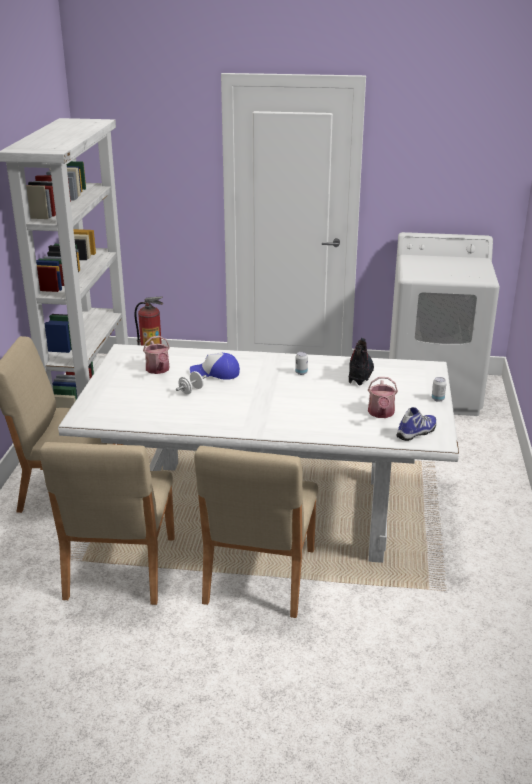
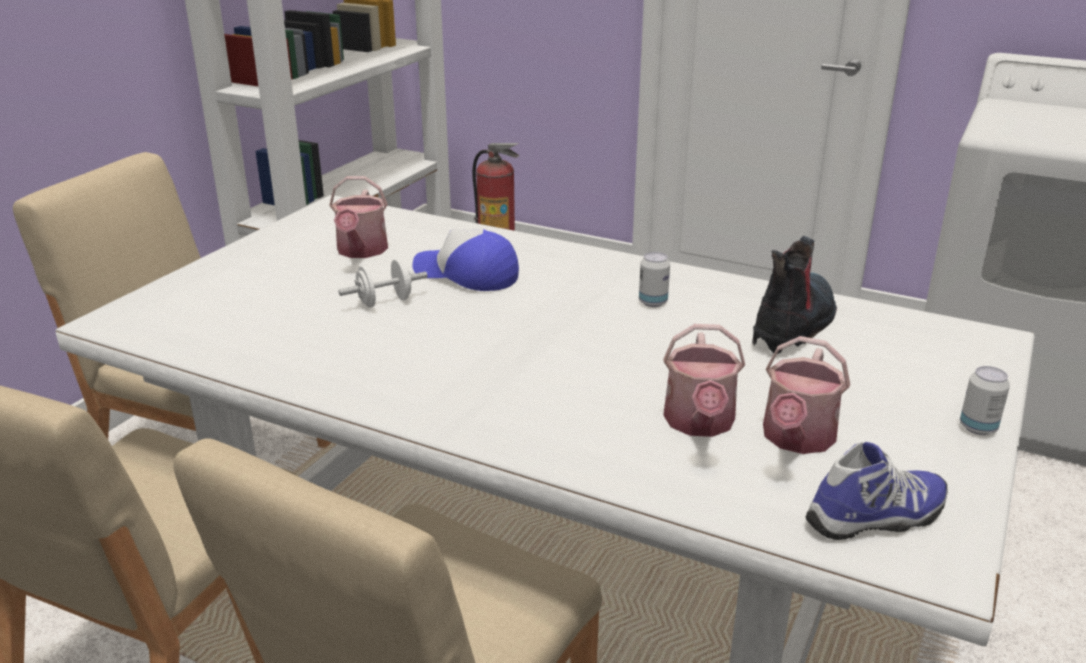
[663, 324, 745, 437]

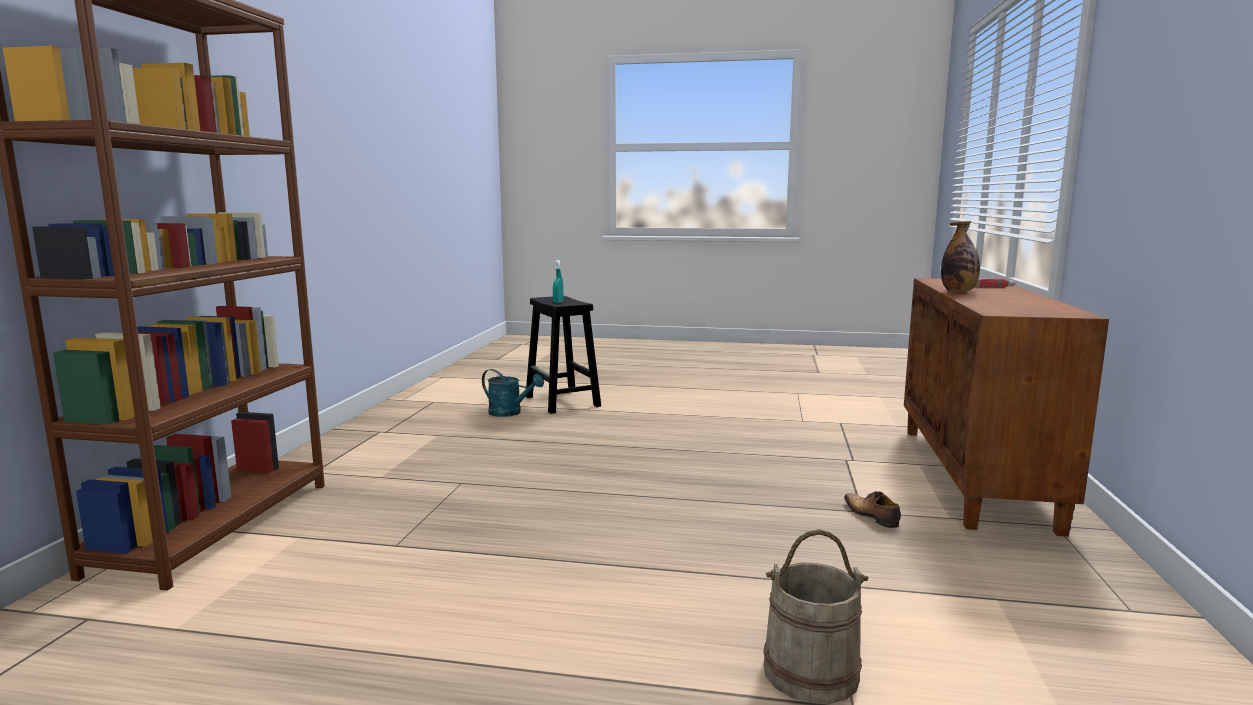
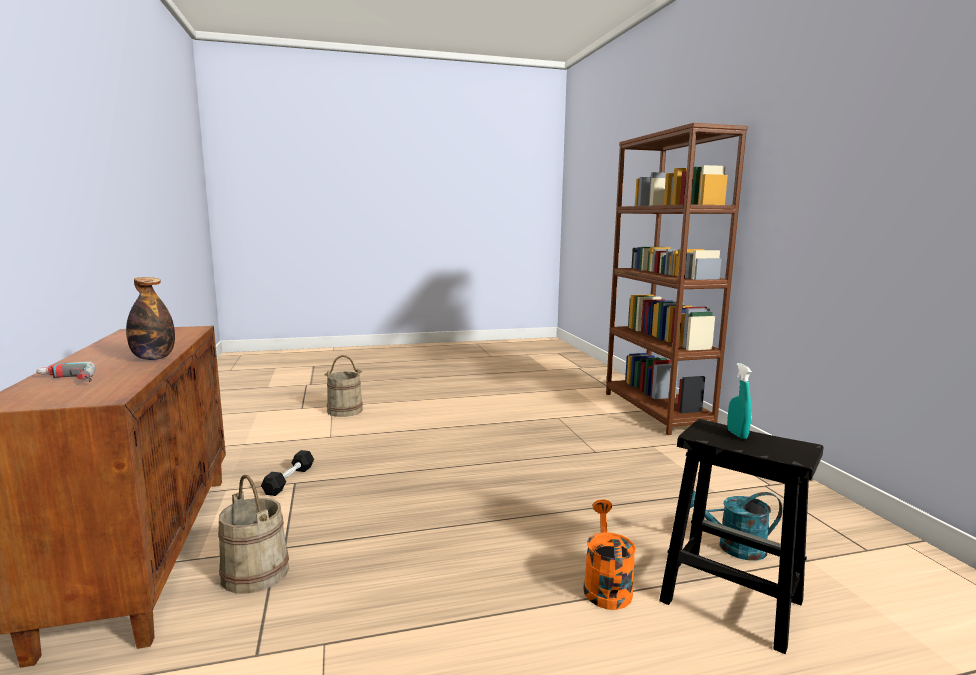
[261, 450, 314, 496]
[218, 475, 289, 594]
[584, 500, 636, 610]

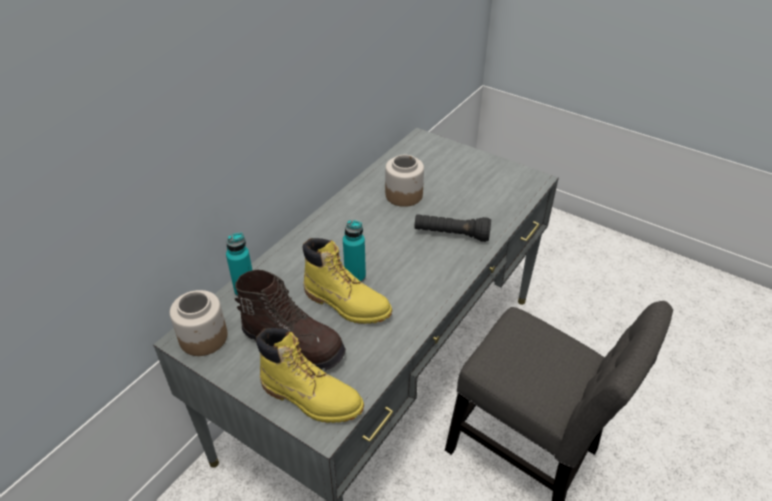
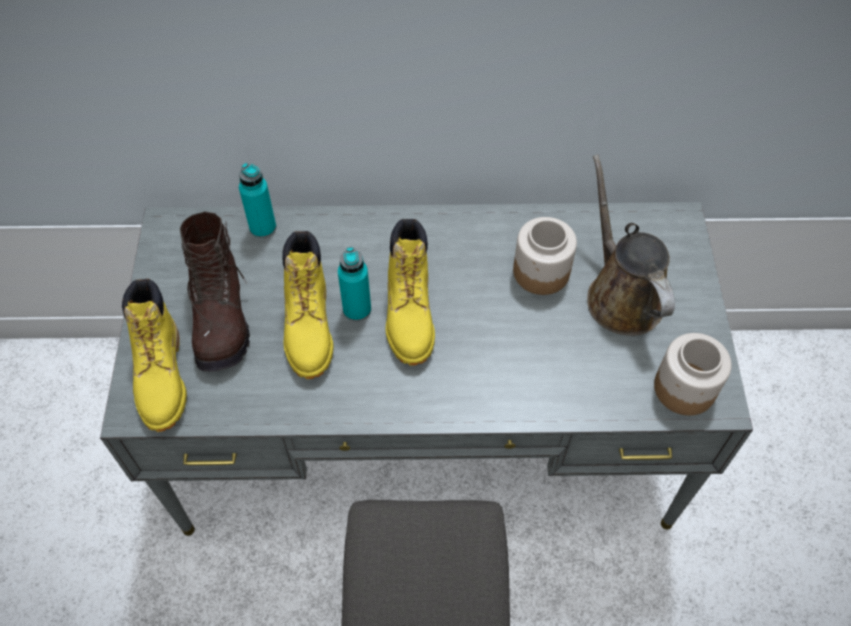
[654, 333, 732, 416]
[415, 214, 491, 242] (first image)
[386, 219, 435, 366]
[587, 154, 675, 336]

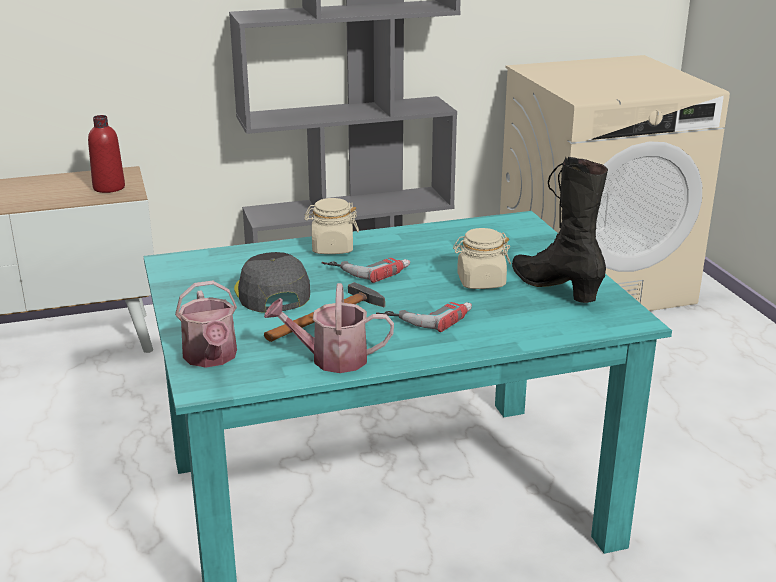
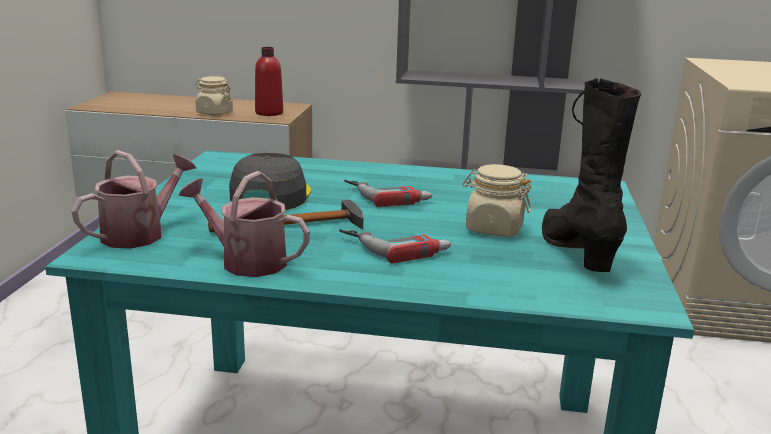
[71, 150, 196, 249]
[195, 76, 233, 115]

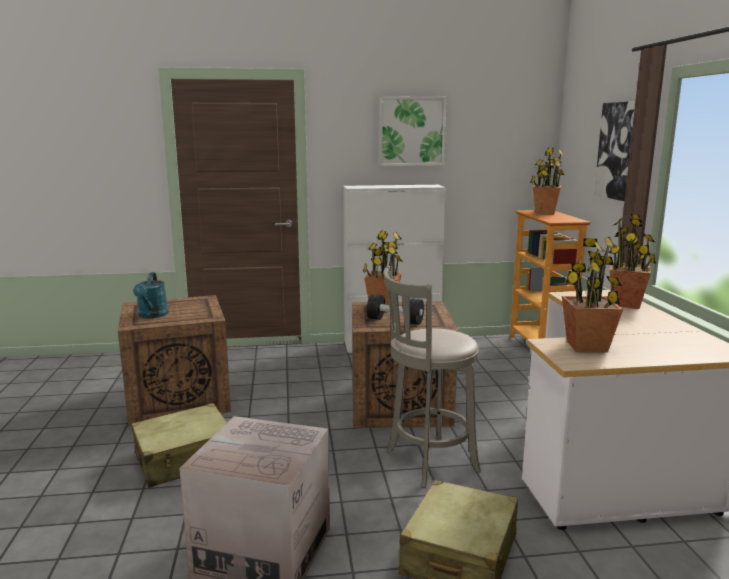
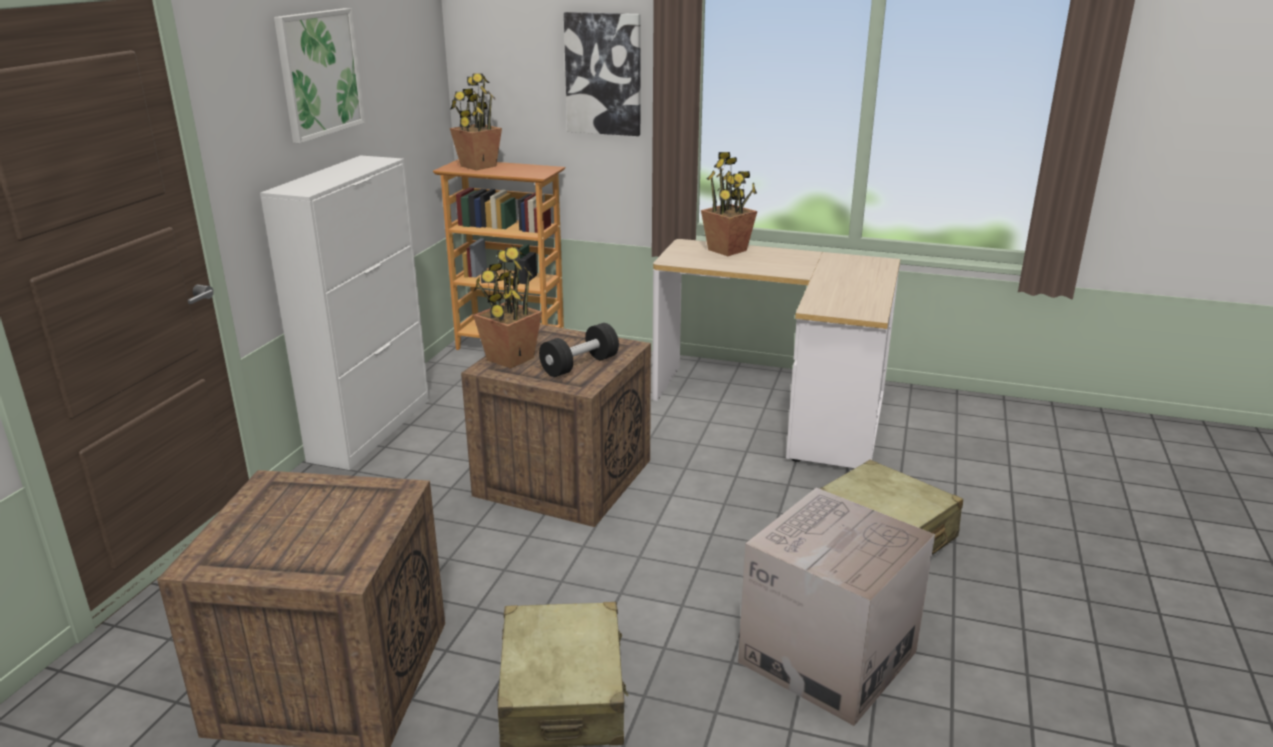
[133, 272, 169, 318] (first image)
[383, 265, 481, 488] (first image)
[562, 237, 623, 353] (first image)

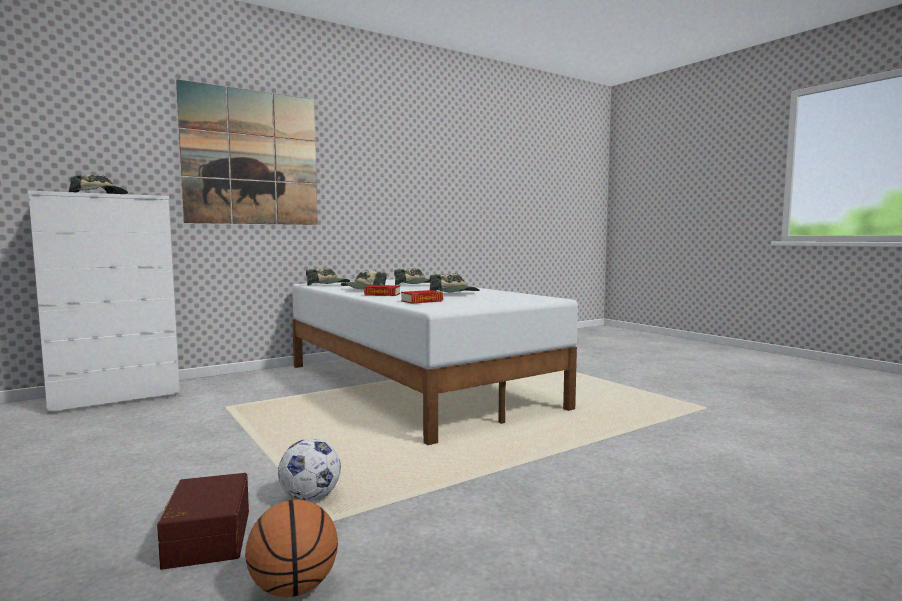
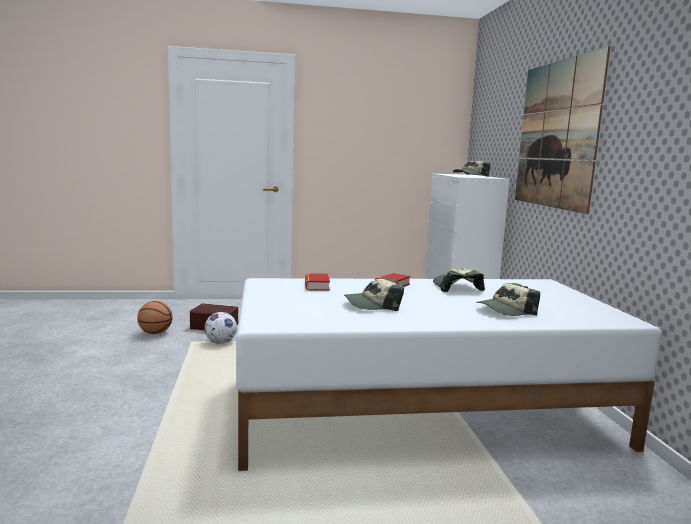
[306, 268, 350, 286] (first image)

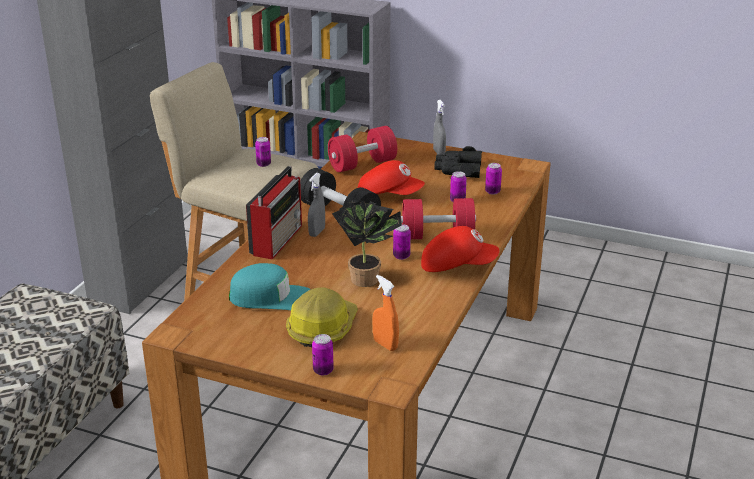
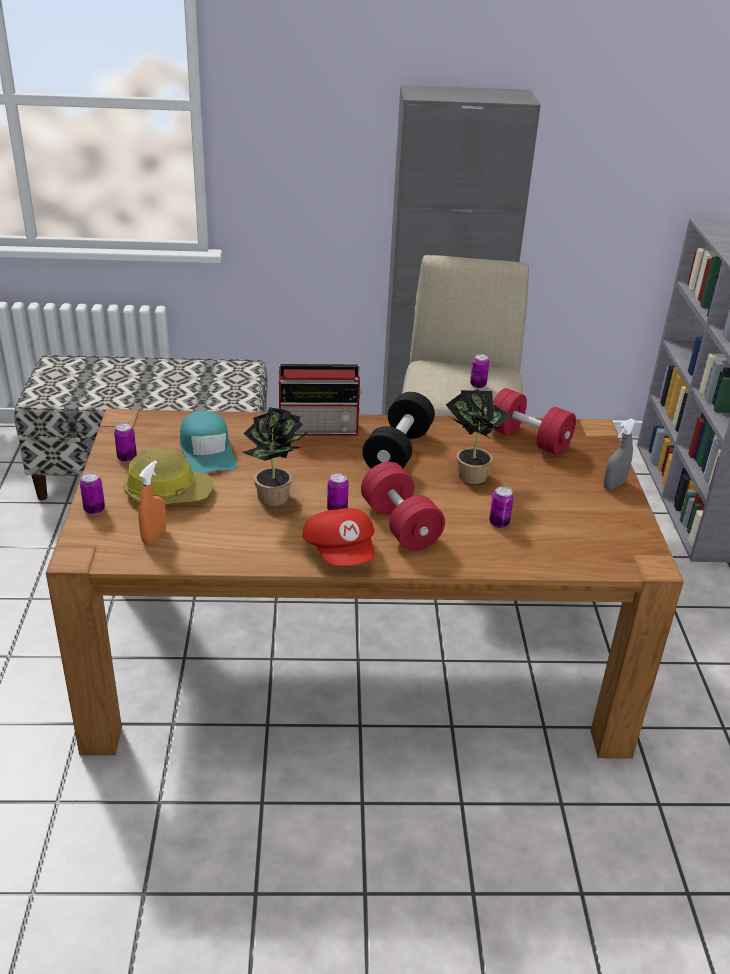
[308, 173, 325, 237] (first image)
[446, 389, 512, 484]
[434, 146, 482, 178] (first image)
[114, 423, 137, 462]

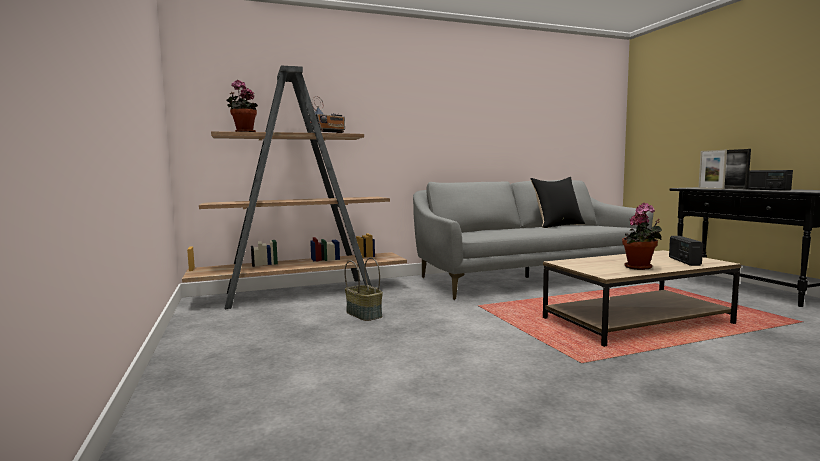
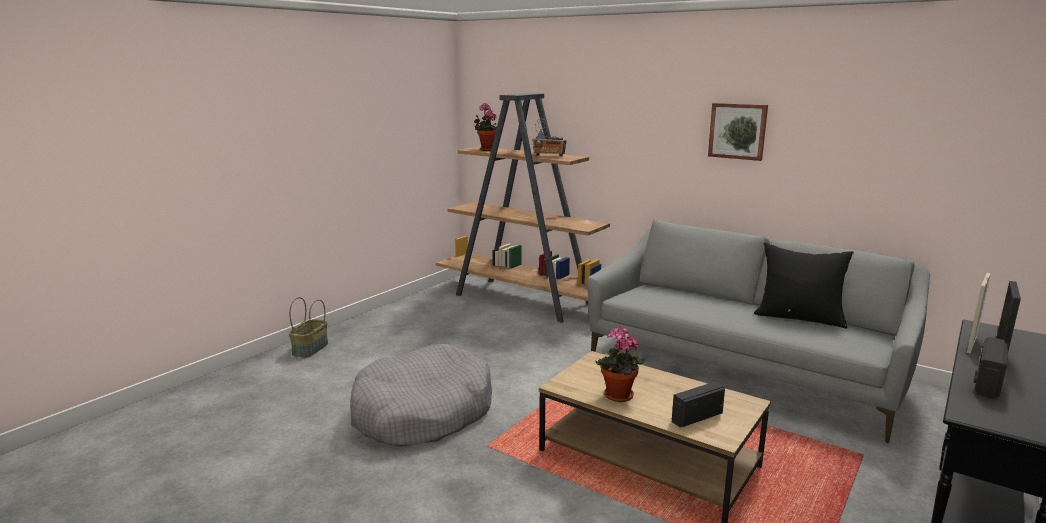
[289, 297, 328, 358]
[350, 344, 492, 447]
[708, 103, 768, 161]

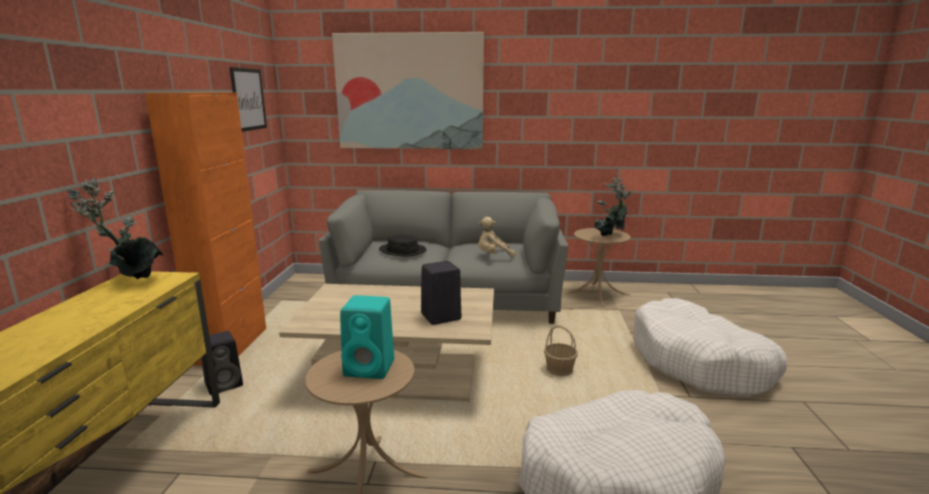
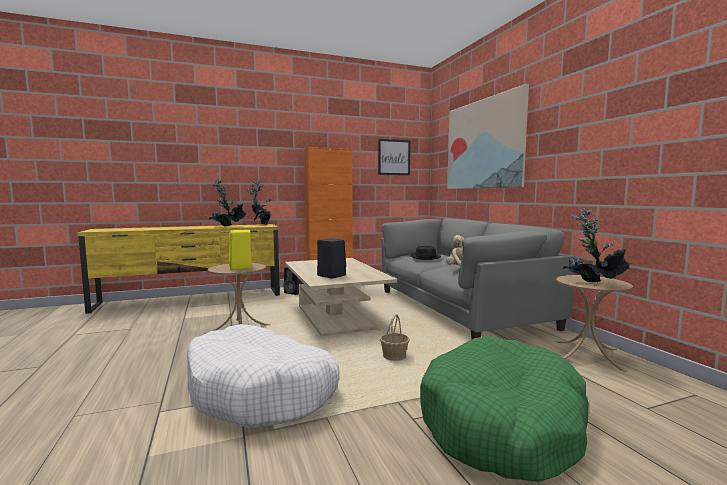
[229, 230, 252, 270]
[420, 336, 589, 482]
[209, 179, 246, 227]

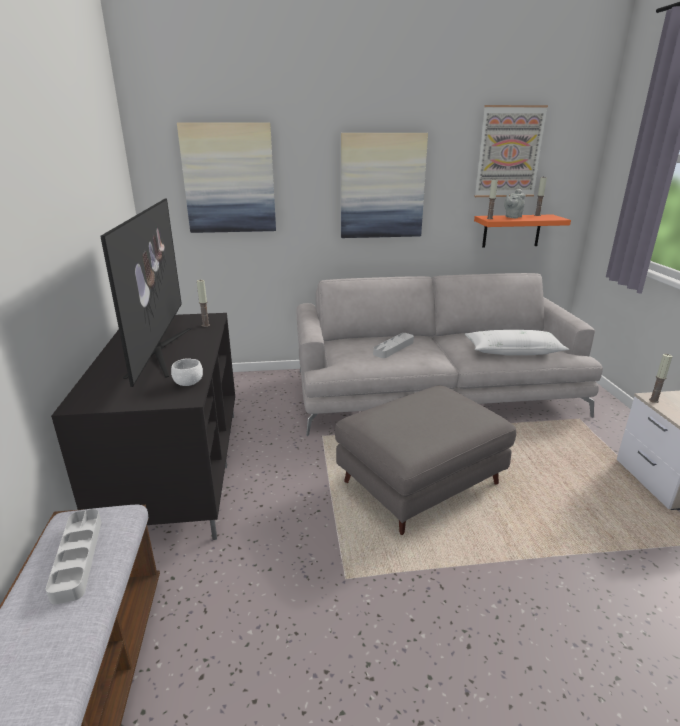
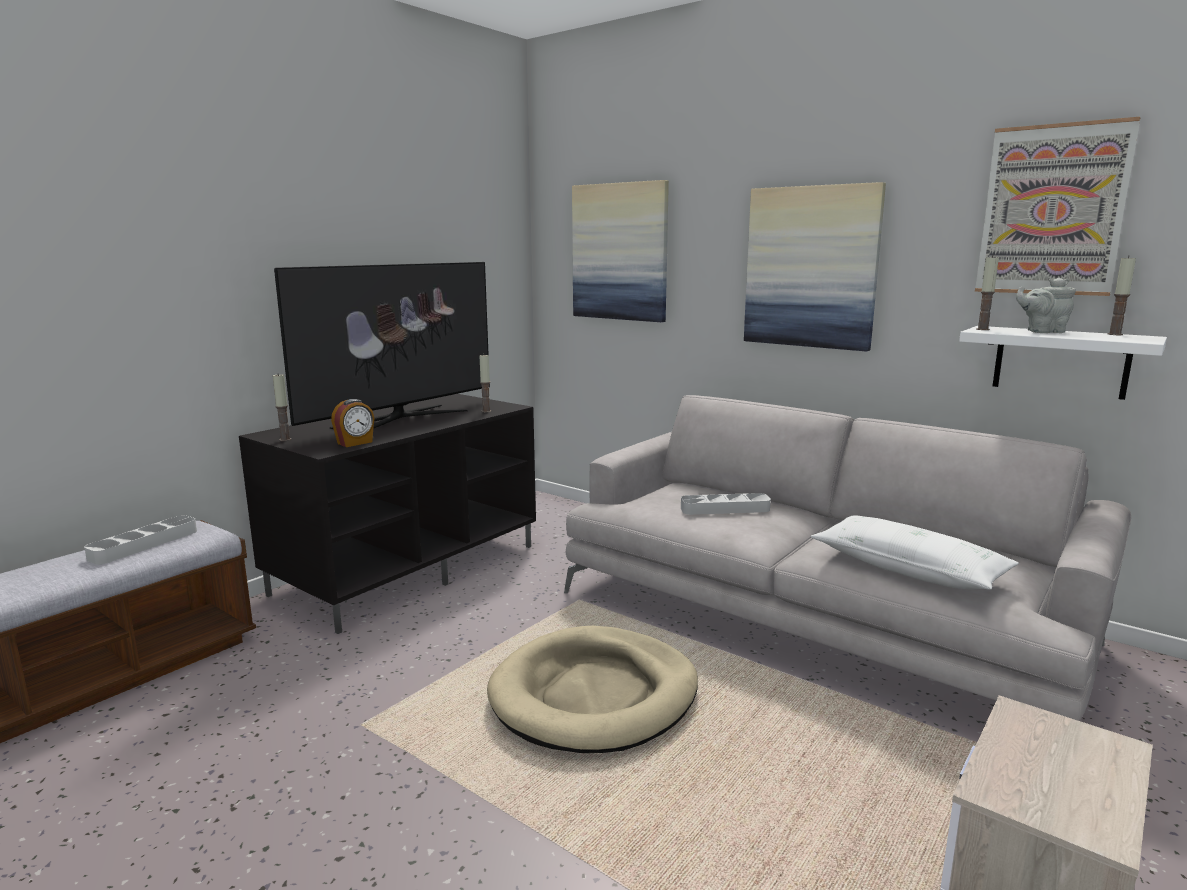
[331, 399, 374, 447]
[487, 626, 698, 753]
[959, 326, 1167, 400]
[273, 374, 292, 441]

